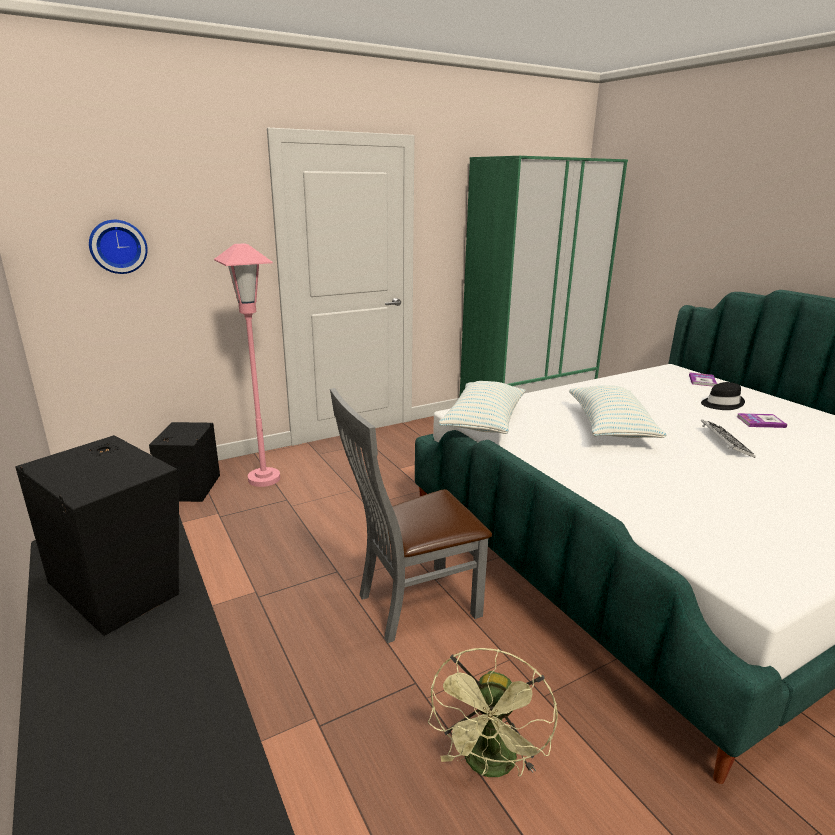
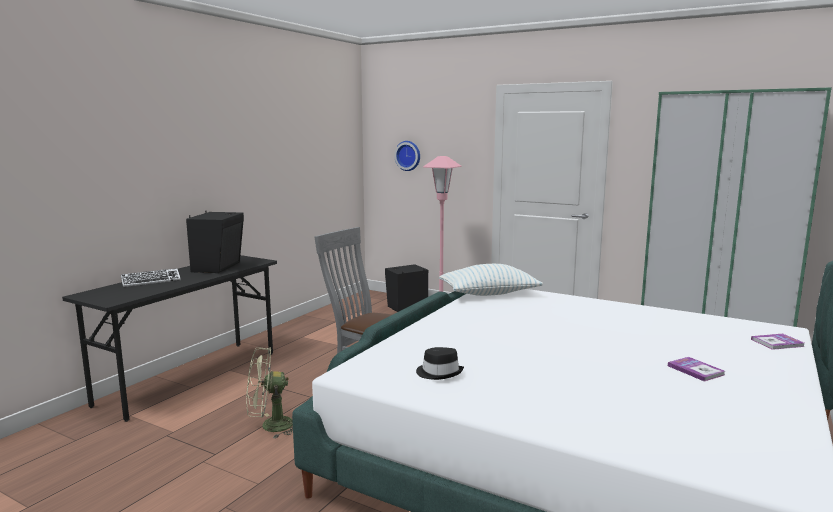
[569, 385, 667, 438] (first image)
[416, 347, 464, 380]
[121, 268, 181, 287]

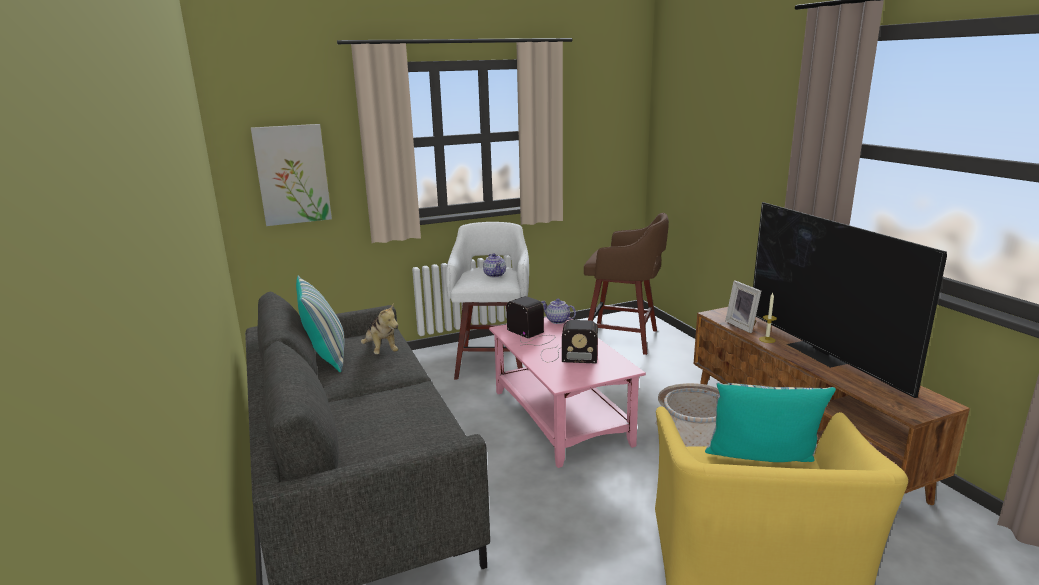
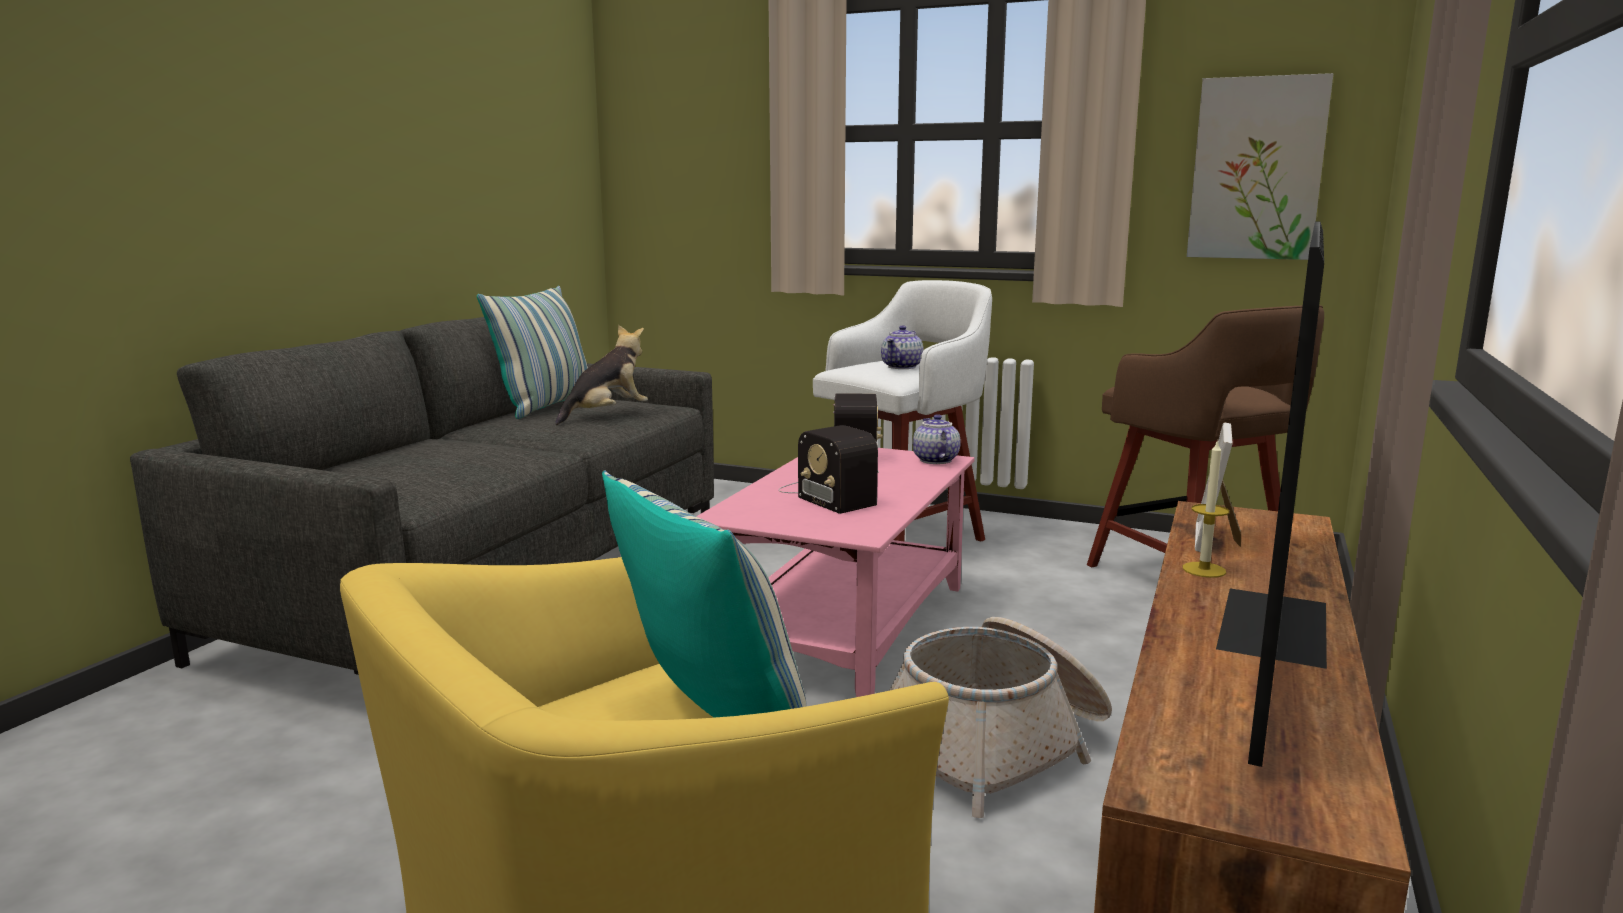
[1187, 73, 1333, 260]
[555, 325, 648, 425]

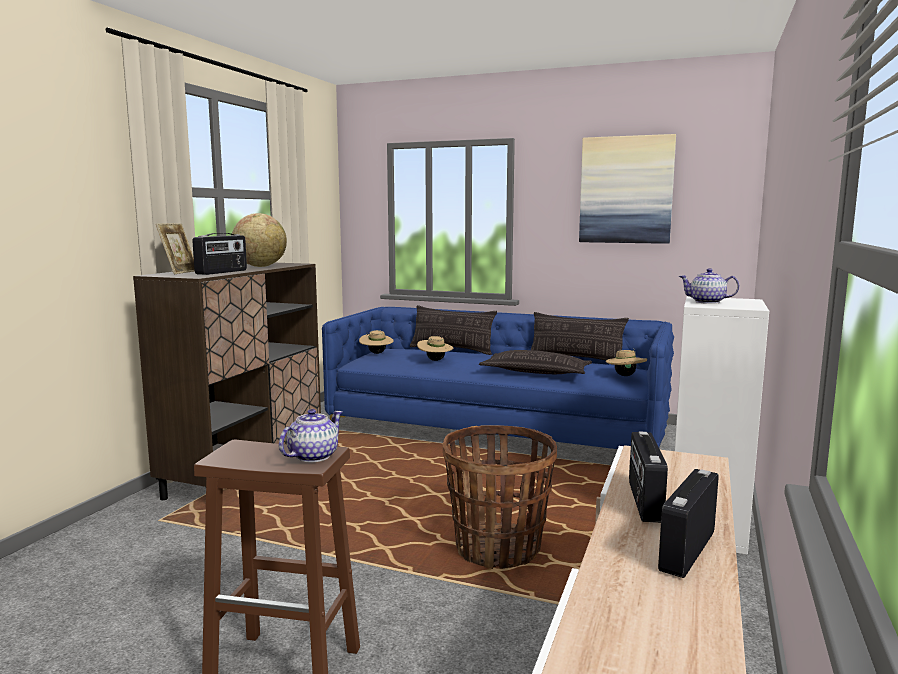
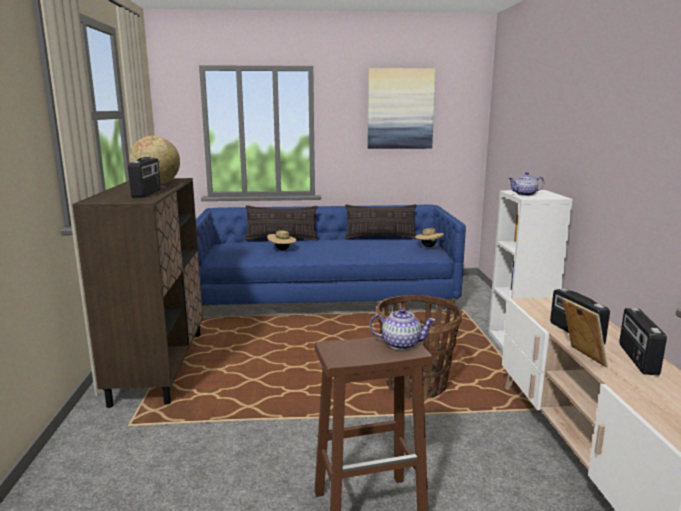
[562, 298, 608, 368]
[369, 308, 436, 350]
[359, 330, 394, 354] (first image)
[479, 350, 592, 374] (first image)

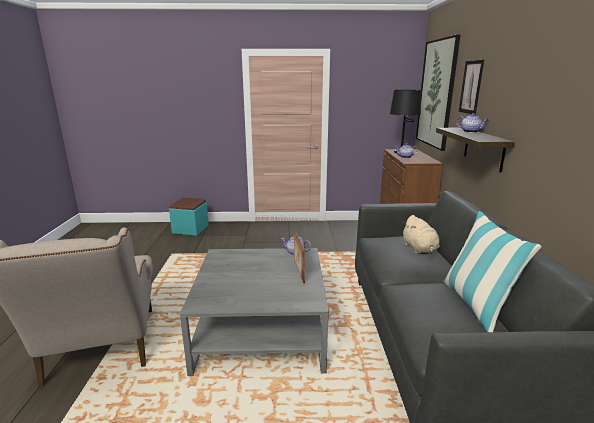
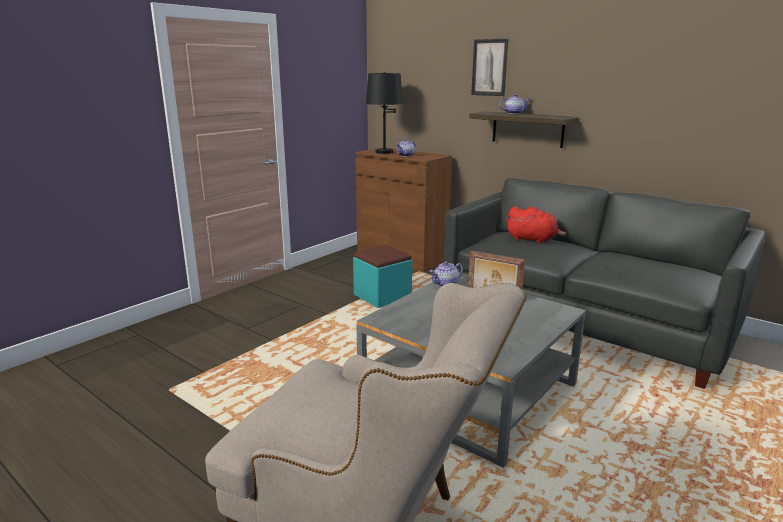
[353, 245, 412, 308]
[507, 207, 566, 243]
[416, 35, 460, 151] (first image)
[443, 211, 542, 332] (first image)

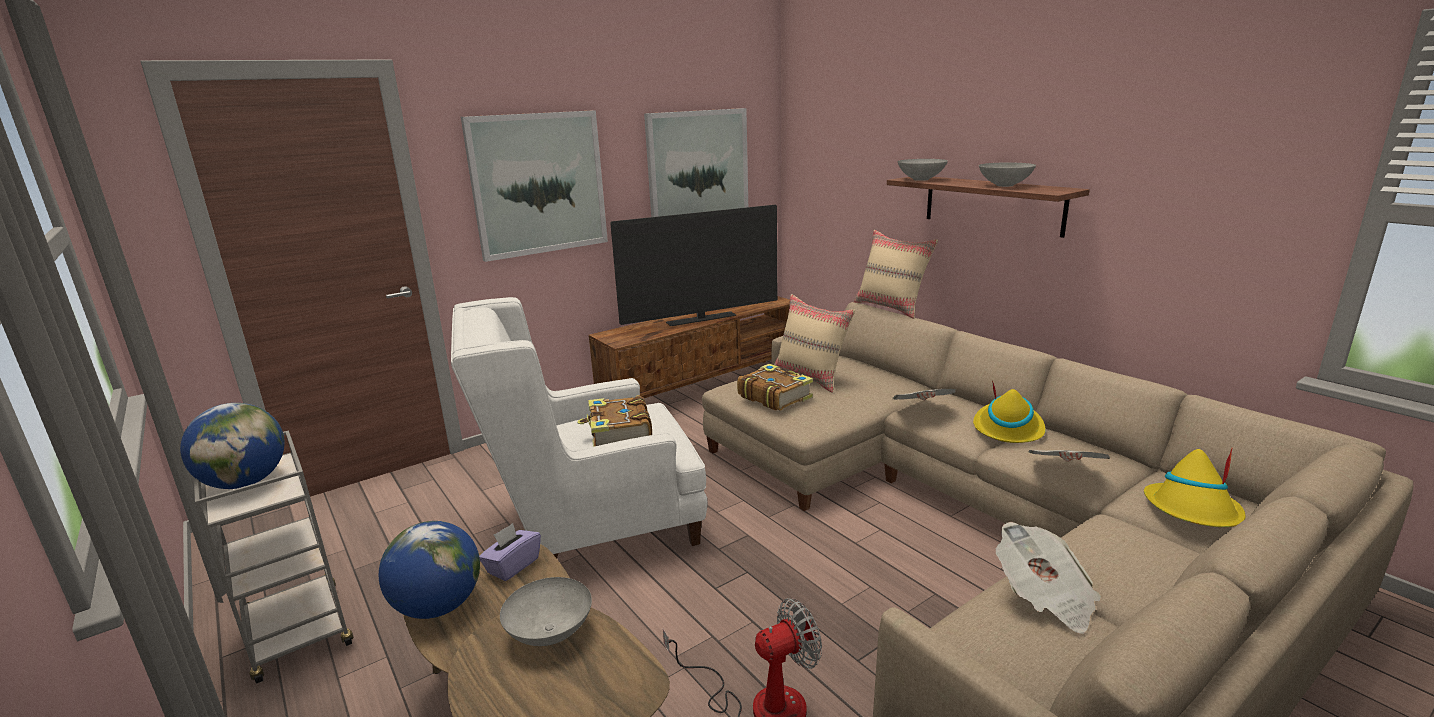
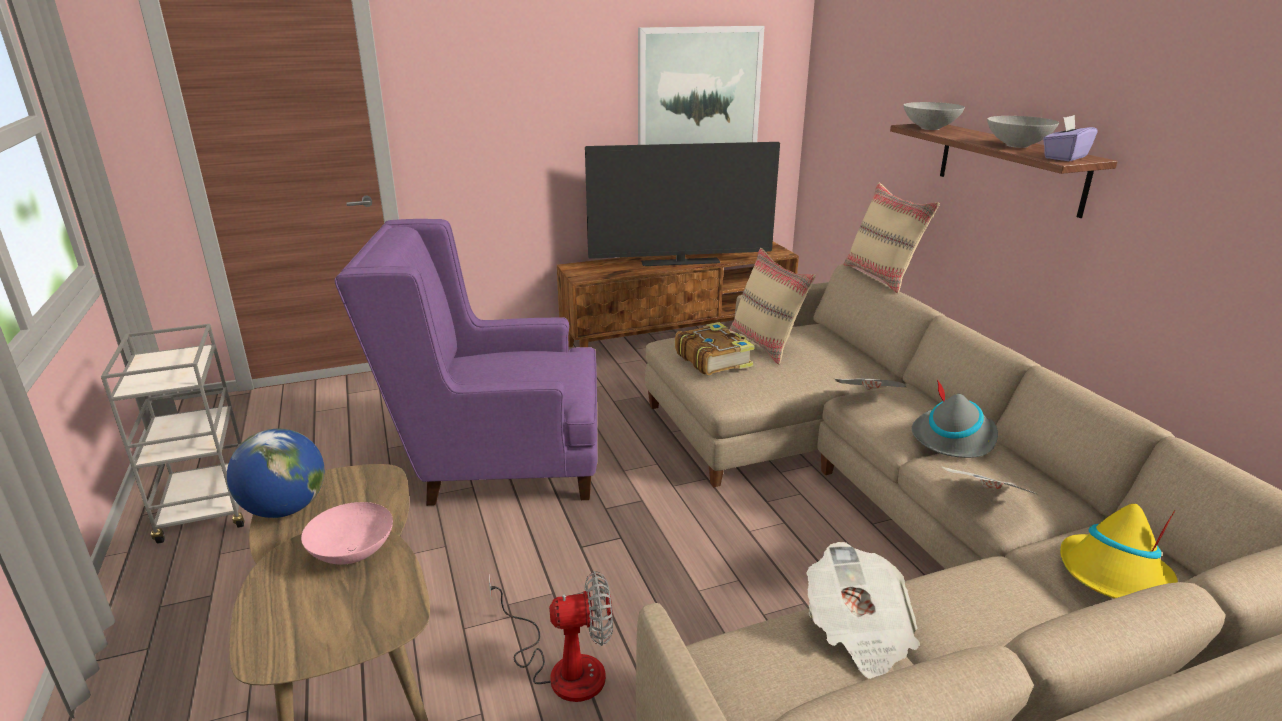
[180, 403, 285, 489] (first image)
[335, 219, 598, 506]
[461, 110, 608, 262] (first image)
[1043, 115, 1098, 161]
[301, 502, 393, 564]
[577, 395, 652, 447] (first image)
[912, 379, 998, 458]

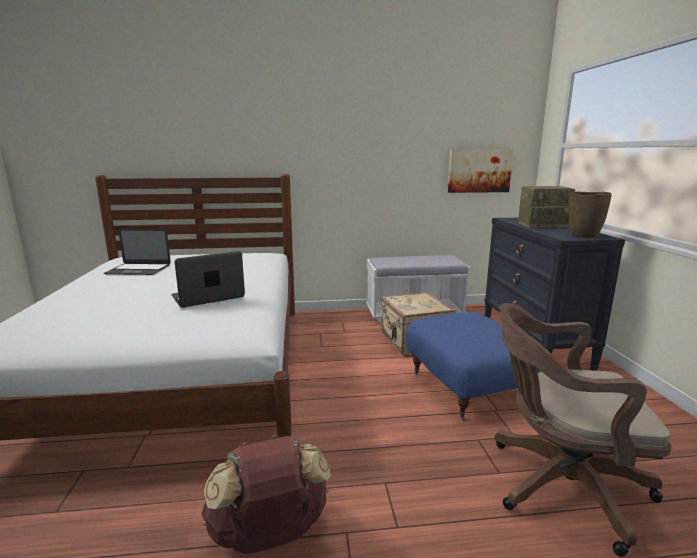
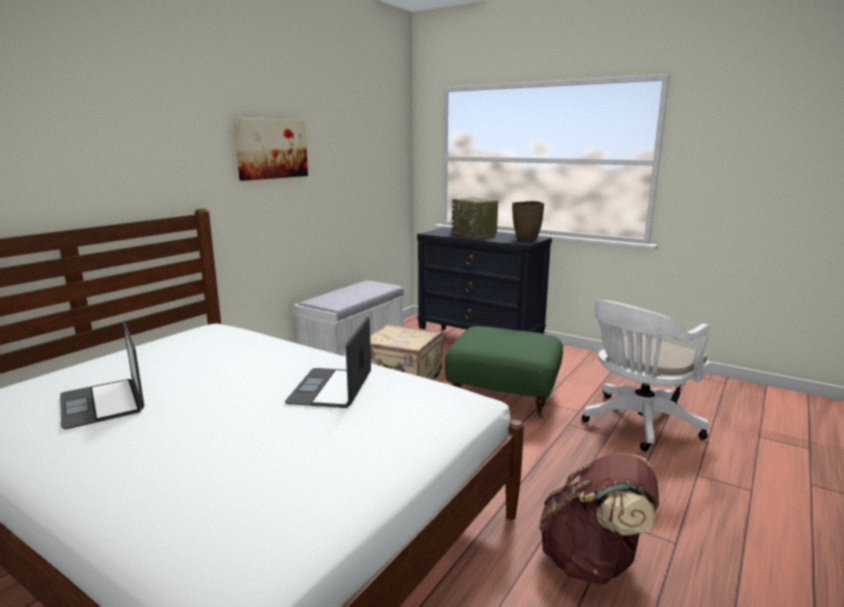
[60, 322, 144, 429]
[444, 326, 563, 418]
[234, 118, 308, 181]
[582, 300, 710, 451]
[452, 197, 498, 239]

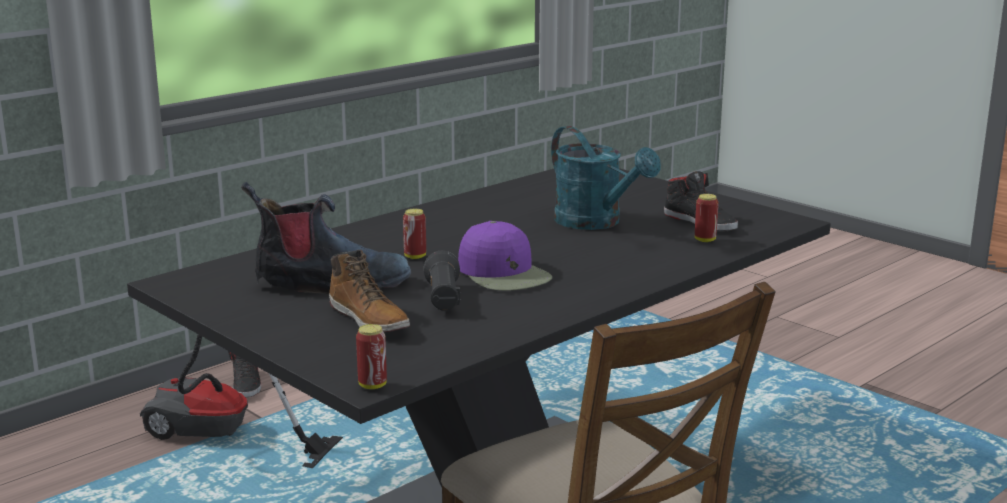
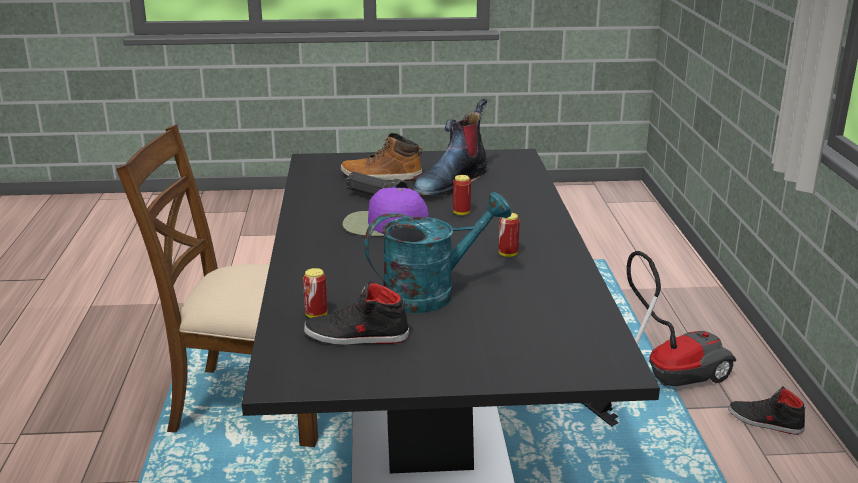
[498, 213, 520, 257]
[364, 192, 512, 313]

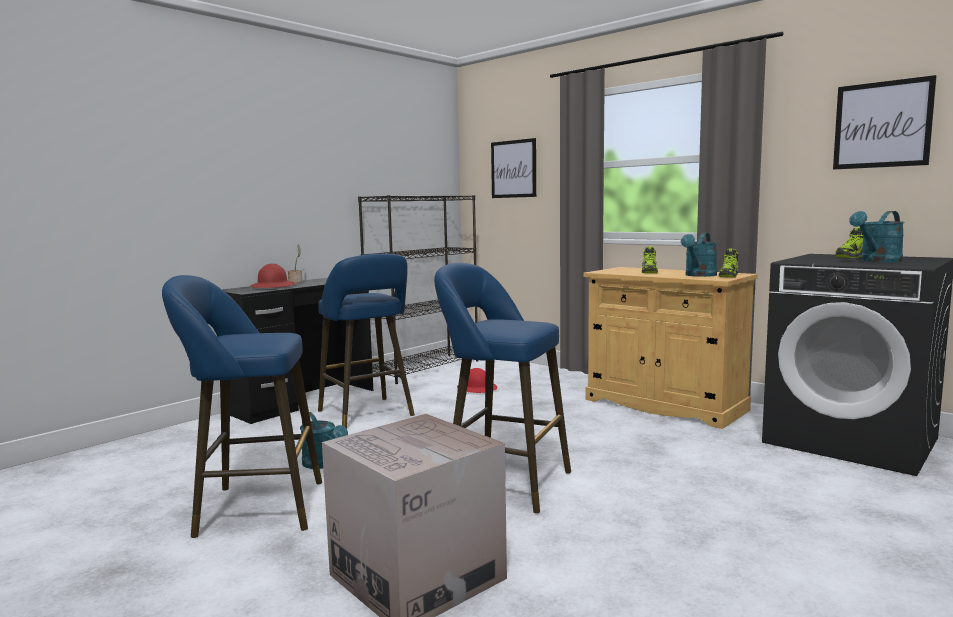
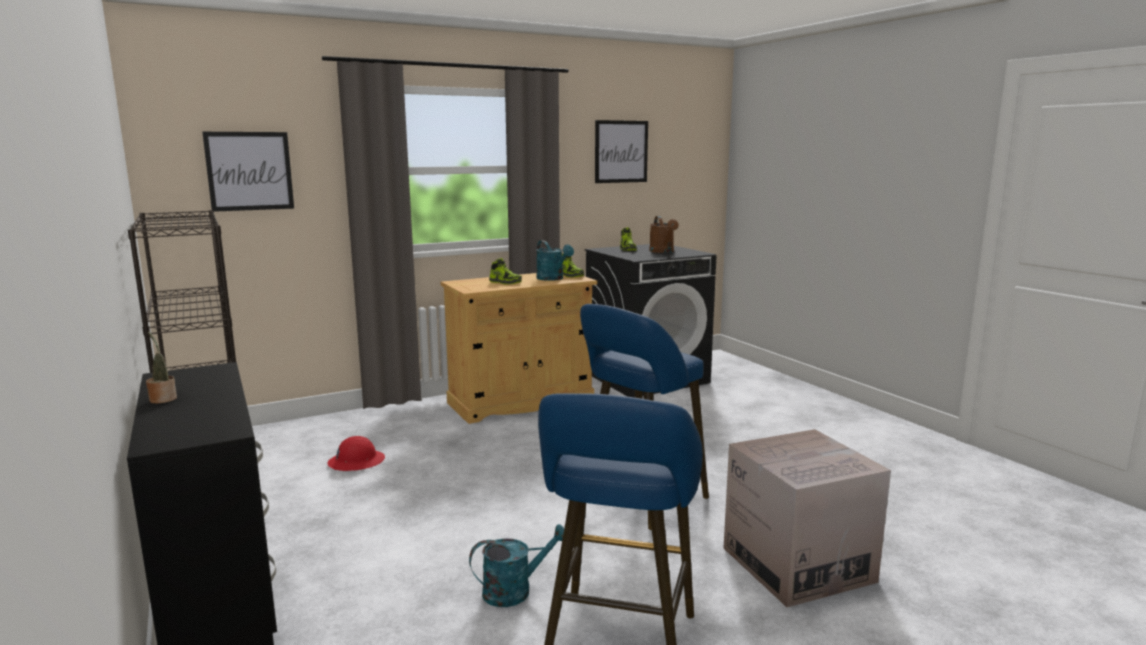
[250, 263, 295, 288] (first image)
[318, 253, 415, 429] (first image)
[649, 216, 679, 253]

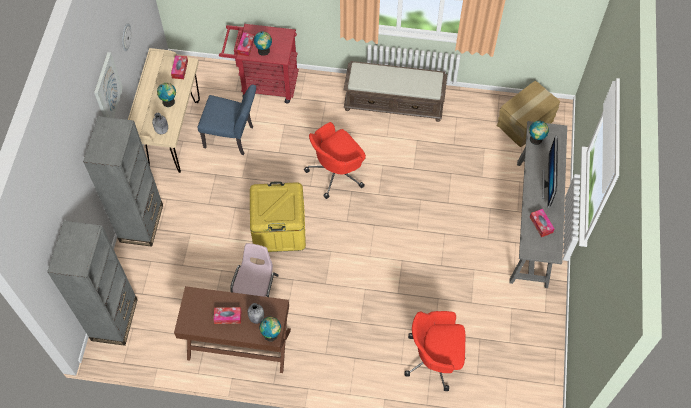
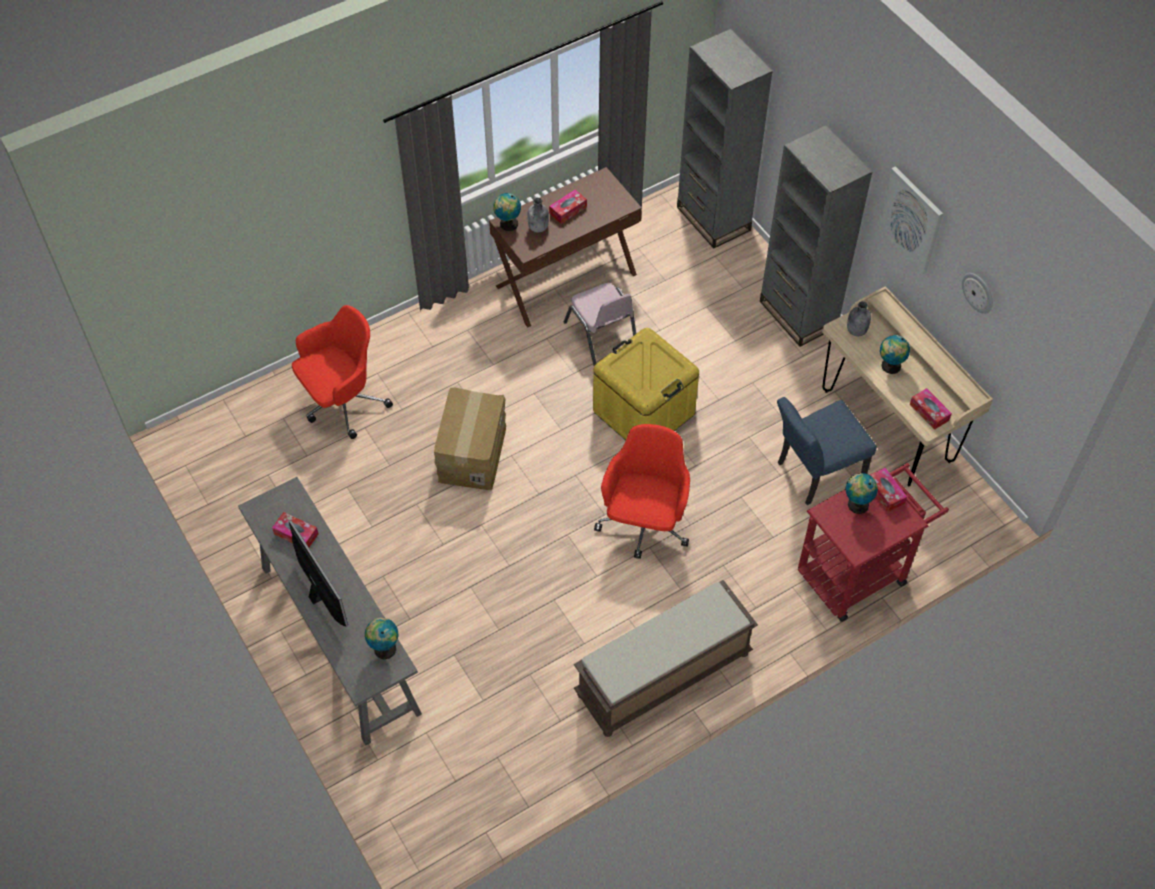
[434, 388, 506, 490]

